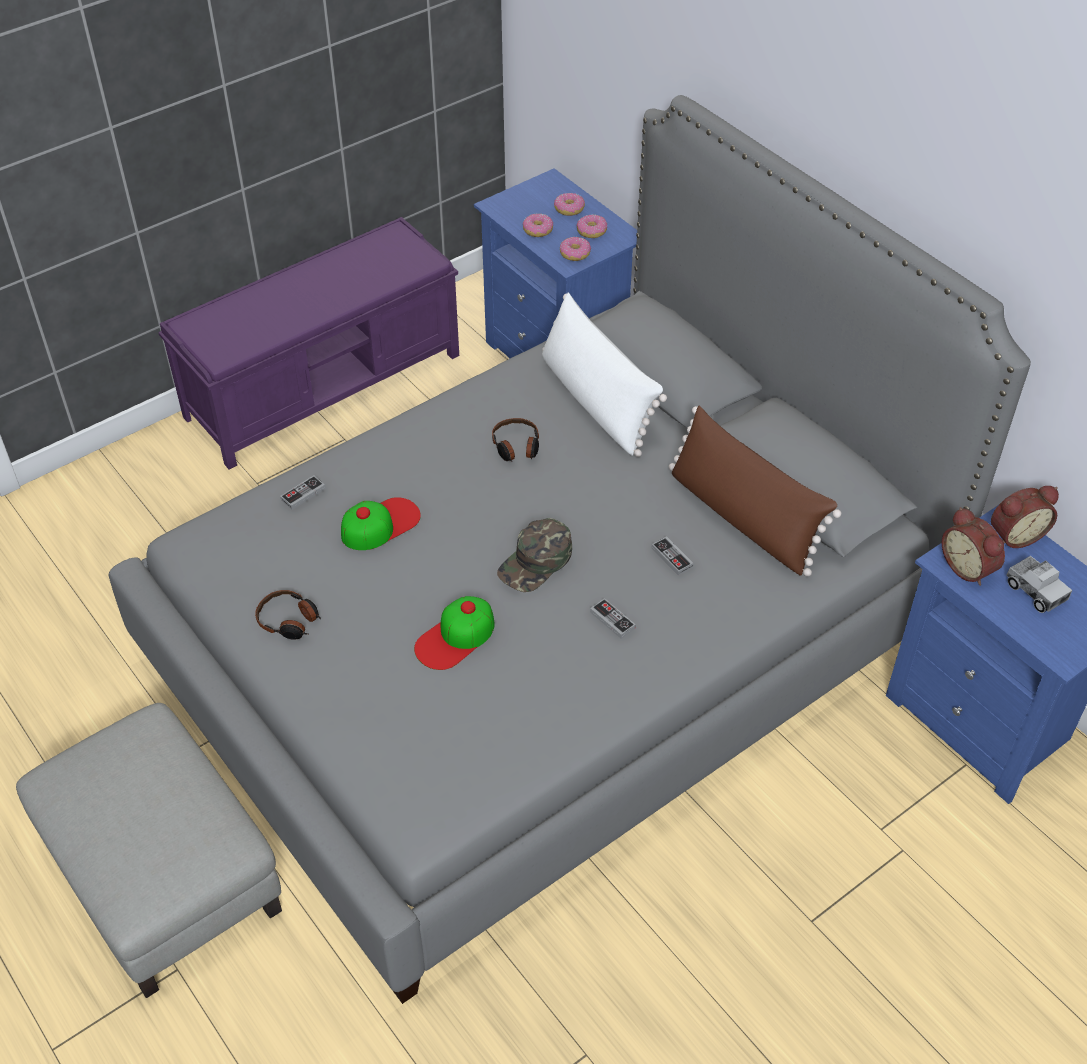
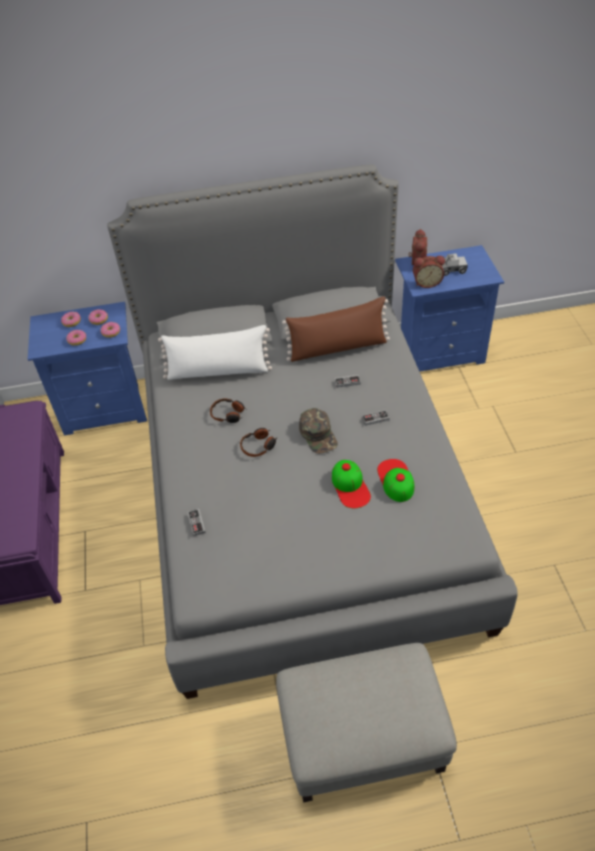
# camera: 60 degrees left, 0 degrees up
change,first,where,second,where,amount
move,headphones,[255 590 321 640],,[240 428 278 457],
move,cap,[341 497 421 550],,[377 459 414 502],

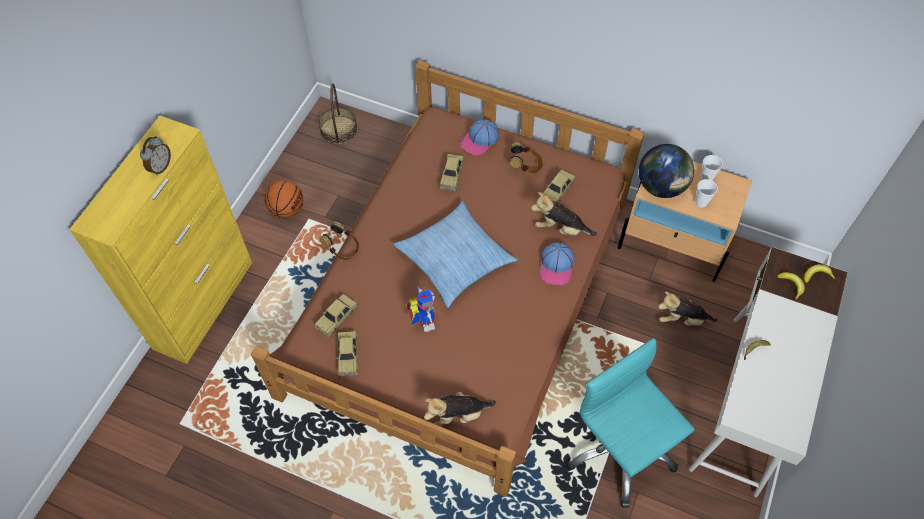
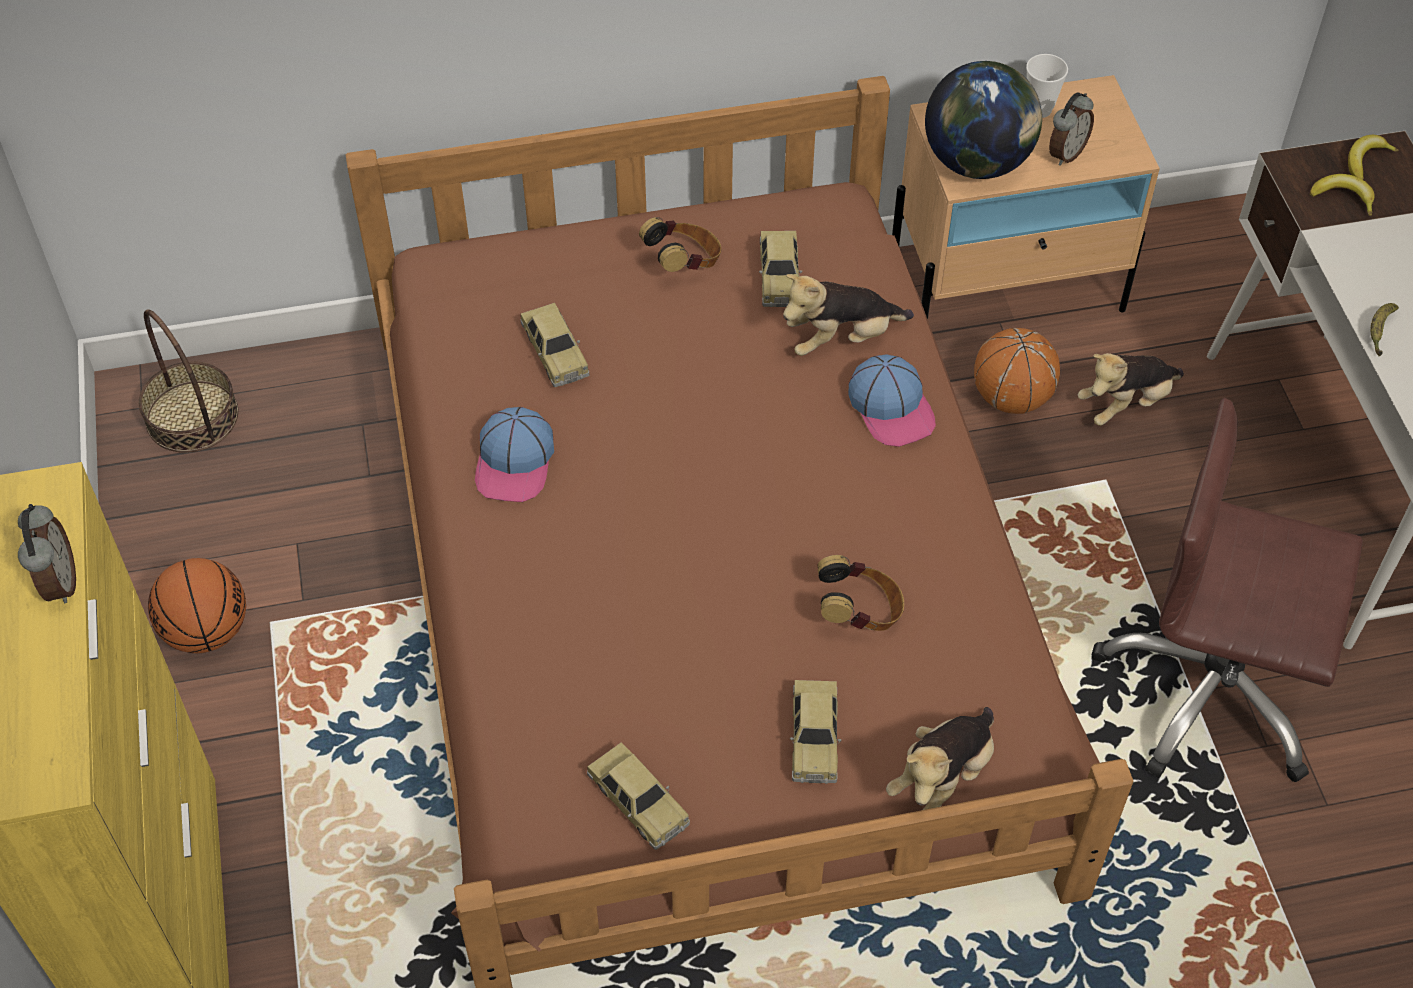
# camera: 35 degrees left, 5 degrees down
change,first,where,second,where,amount
move,model car,[315 294 357 337],,[790 680 842 784],
move,headphones,[320 222 359 260],,[817 555 904 631],
delete,pillow,[393 201 518 308],,,
delete,toy robot,[406 287 435 332],,,
move,cap,[460 119 499 156],,[475 407 554 502],
recolor,turquoise desk chair,[567 338 695 508],brownish desk chair,[1091 398 1363 782],
replace,cup,[696 179 718 208],alarm clock,[1049 92 1094 166],
insert,,,ball for basketball,[974 328 1060 414],

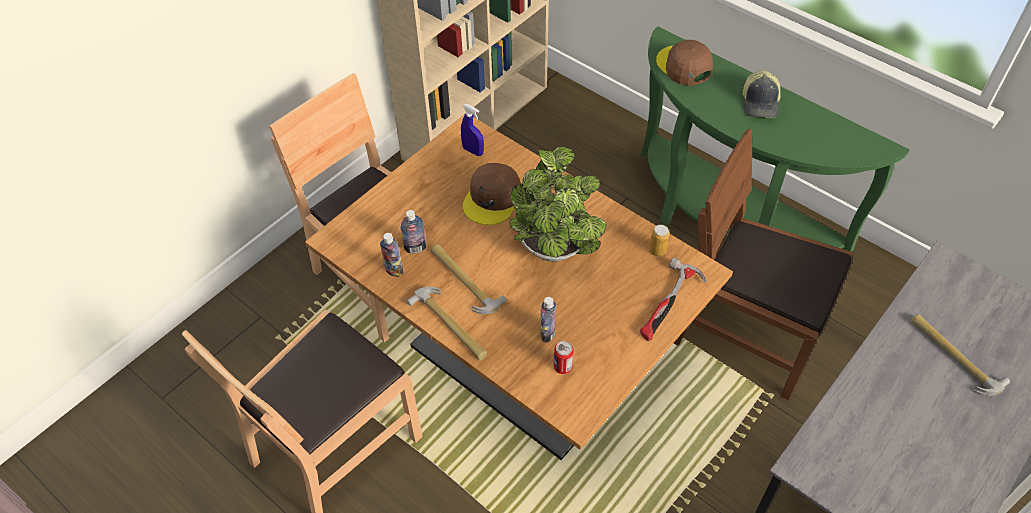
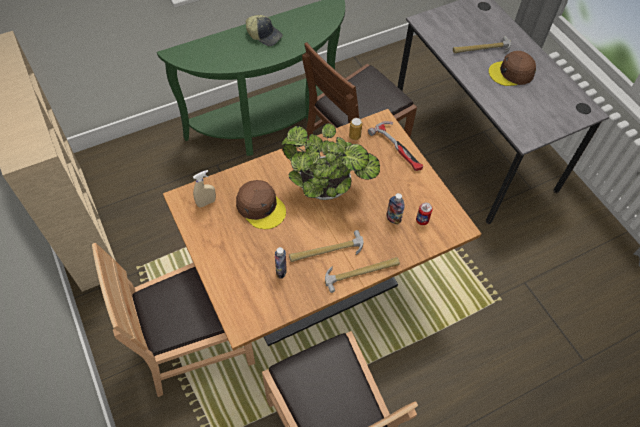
# camera: 70 degrees left, 5 degrees up
change,first,where,second,where,amount
delete,bottle,[380 233 404 277],,,
recolor,blue hand sprayer,[461 104 484 156],beige hand sprayer,[193 170 216 208],
move,brownish cap,[656 40 713 86],,[488 51 536 86],

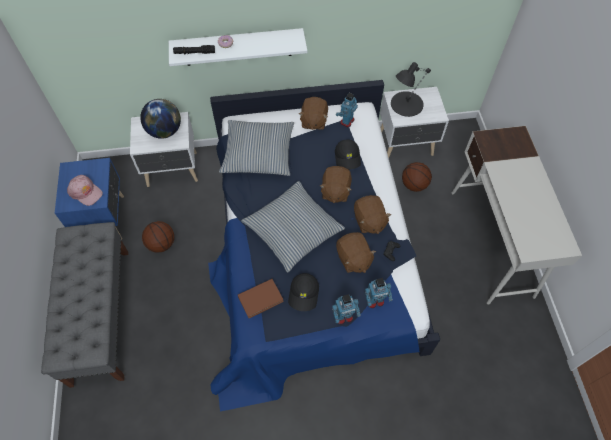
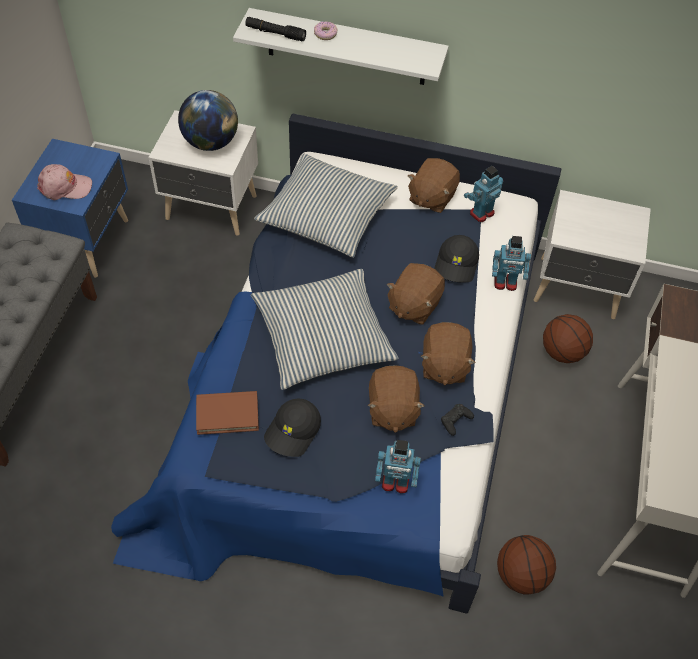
# camera: 20 degrees right, 5 degrees down
change,first,where,second,where,amount
rotate,pink cap,[67 175 103 206],,[37 164 92 200],60 degrees counterclockwise
move,ball for basketball,[142 221 174 253],,[497 535 556 595],
move,toy robot,[332 294 361 325],,[492 236 531 291],
delete,black tabletop lamp,[391 62 431 117],,,

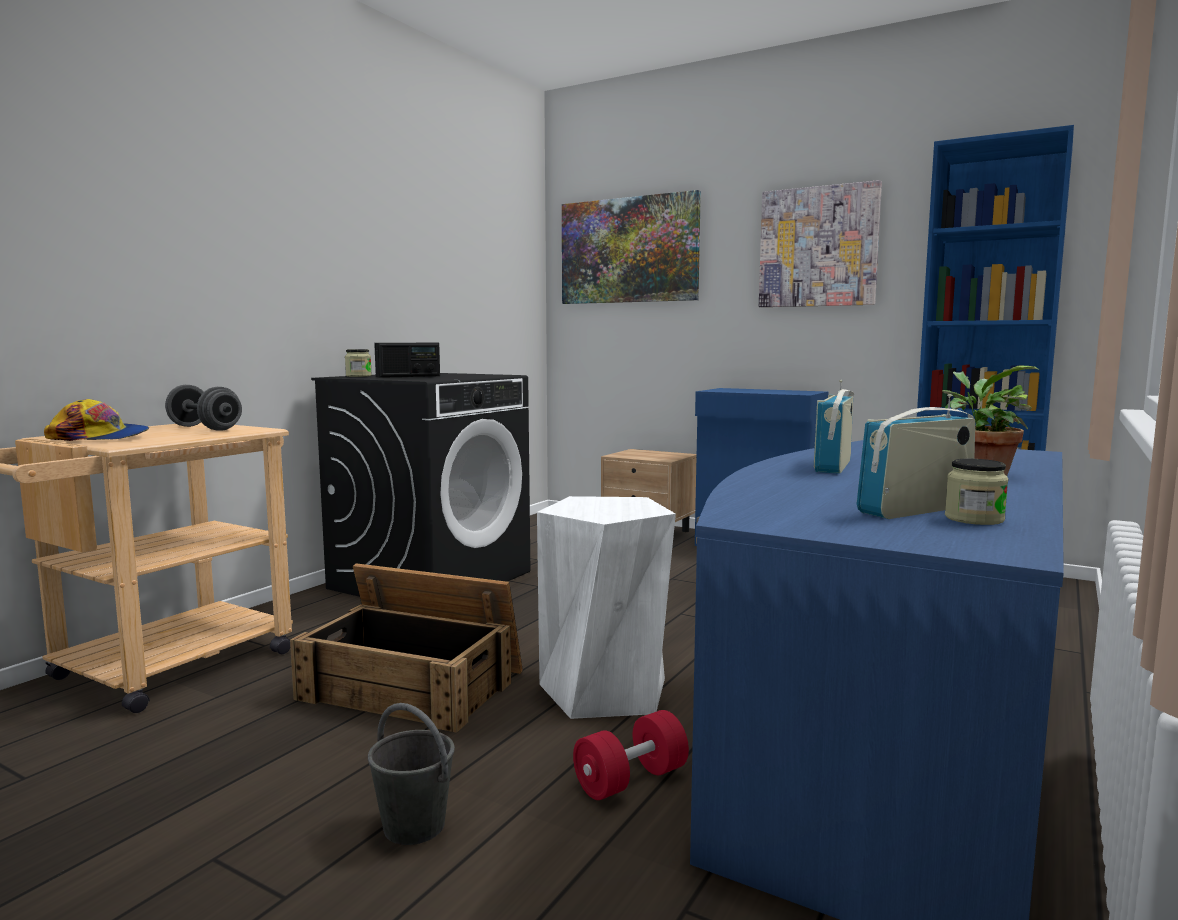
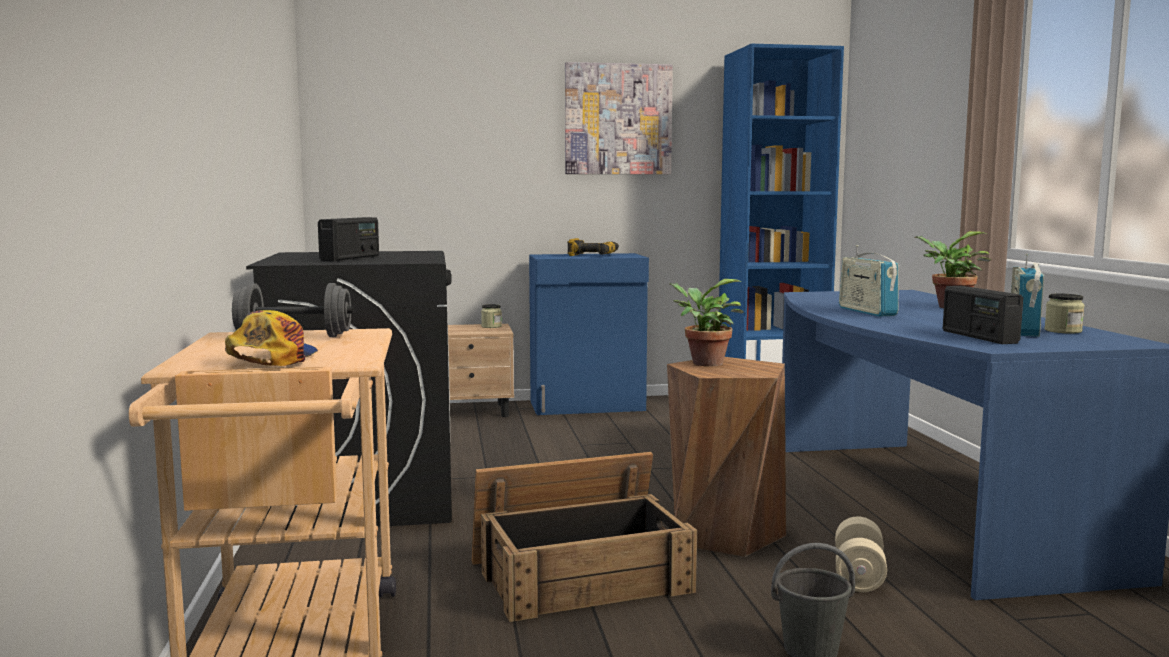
# camera: 40 degrees left, 0 degrees up
change,first,where,second,where,amount
rotate,cap,[44 399 149 441],,[225 310 318 366],45 degrees counterclockwise
move,preserve jar,[345 349 372 377],,[481 304 502 328],
recolor,white-coloured sitting stool,[537 496 676 719],brownish sitting stool,[667 357 786 557],
delete,wall picture,[562 190 701 304],,,
recolor,reddish dumbbell,[573 710 689 800],beige dumbbell,[835 516 887 592],
insert,,,electric drill,[567 238 619 256],
insert,,,potted plant,[669 279 744 366],
insert,,,radio set,[943 286 1023 344],

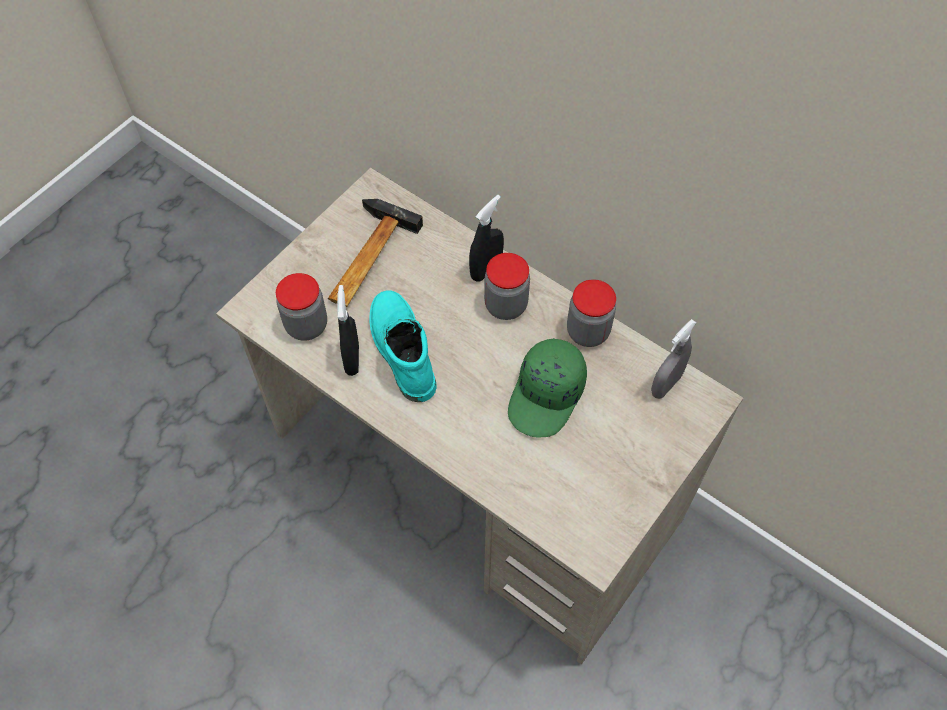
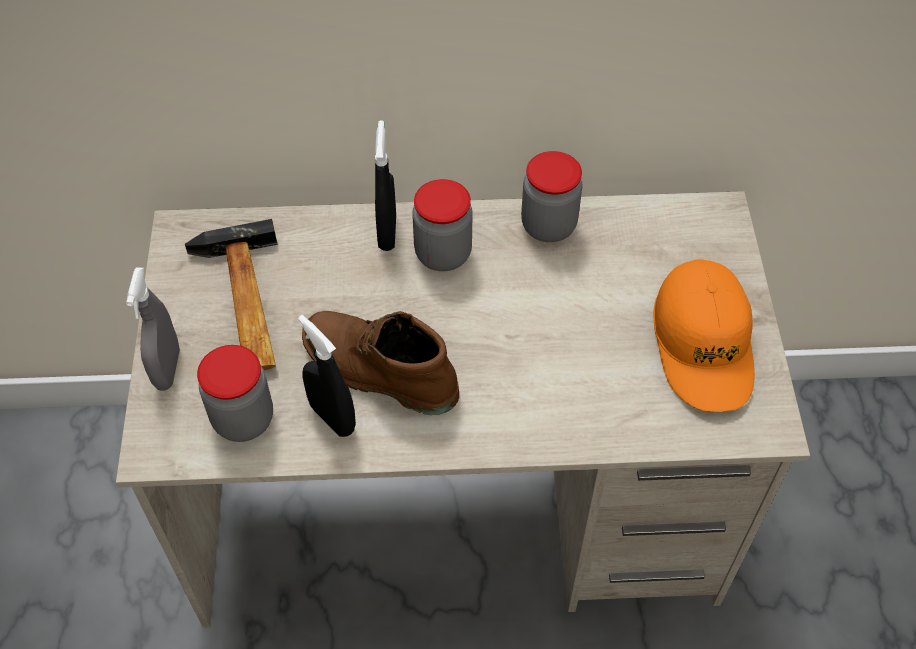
# camera: 40 degrees left, 5 degrees down
change,first,where,second,where,amount
recolor,turquoise tall boot,[370 290 437 402],brownish tall boot,[302 311 459 415],
delete,greenish cap,[508 338 587 438],,,
move,greyish hand sprayer,[651 319 696 399],,[126 268 180 391],
insert,,,orange-coloured cap,[653 259 755 412],

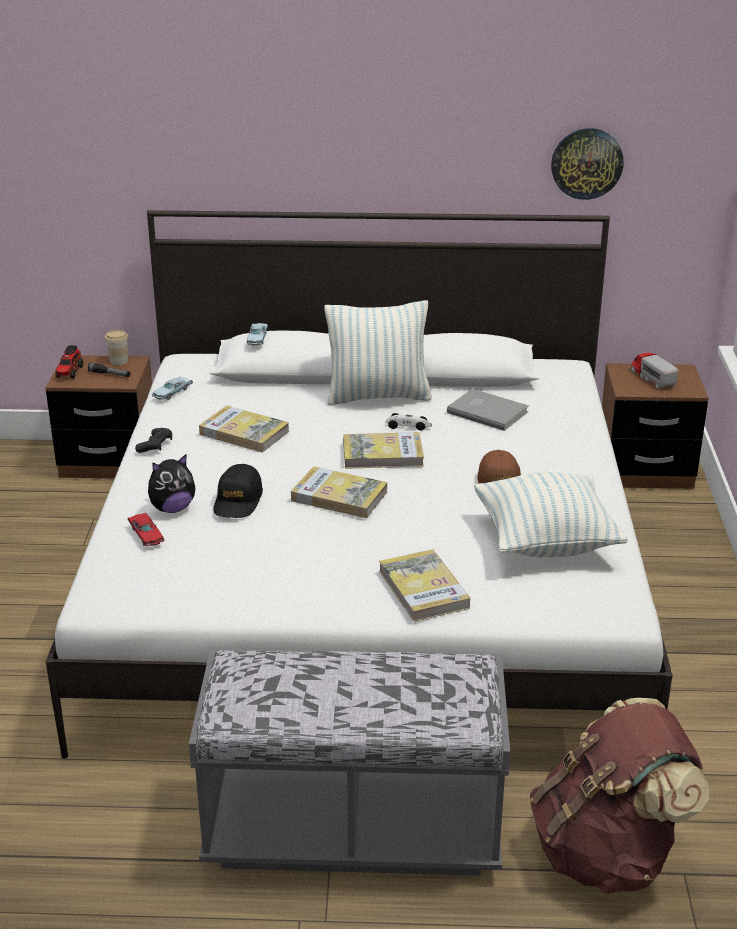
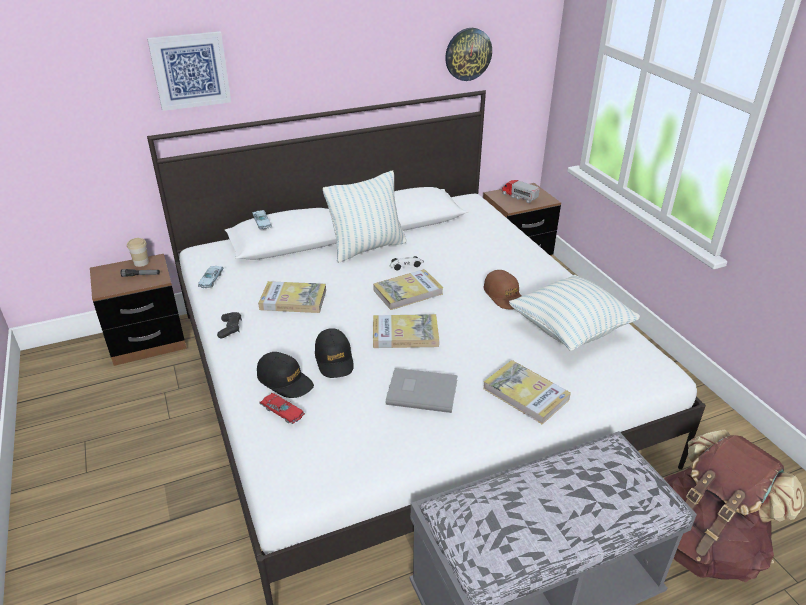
# camera: 25 degrees left, 5 degrees up
change,first,where,second,where,amount
delete,model truck,[55 345 83 379],,,
replace,cuddly toy,[148 454 195 513],black cap,[257 352 314 398],
move,greyish bound book,[447 389 529 431],,[386 368 457 413],
insert,,,wall picture,[147 31 231 111],

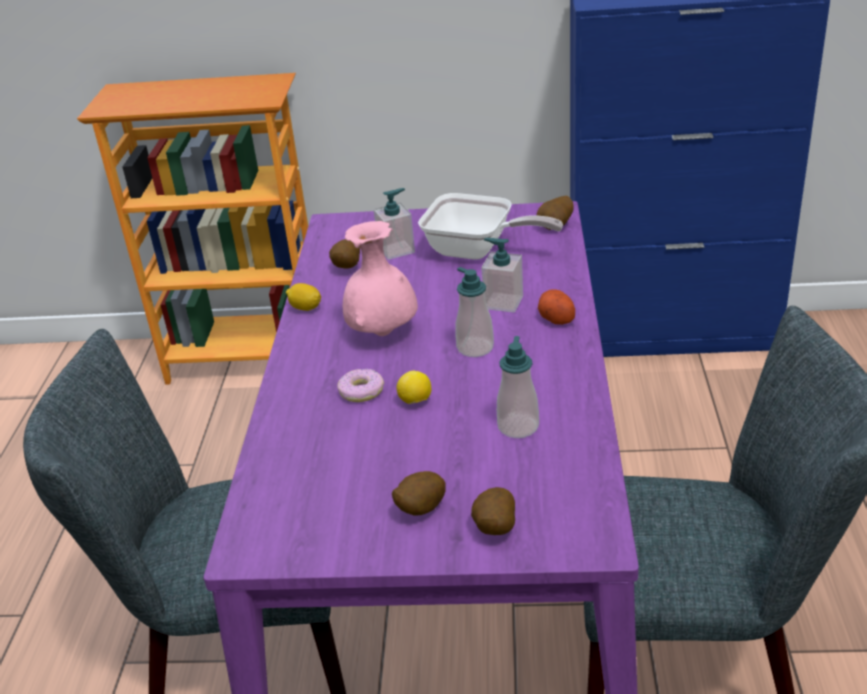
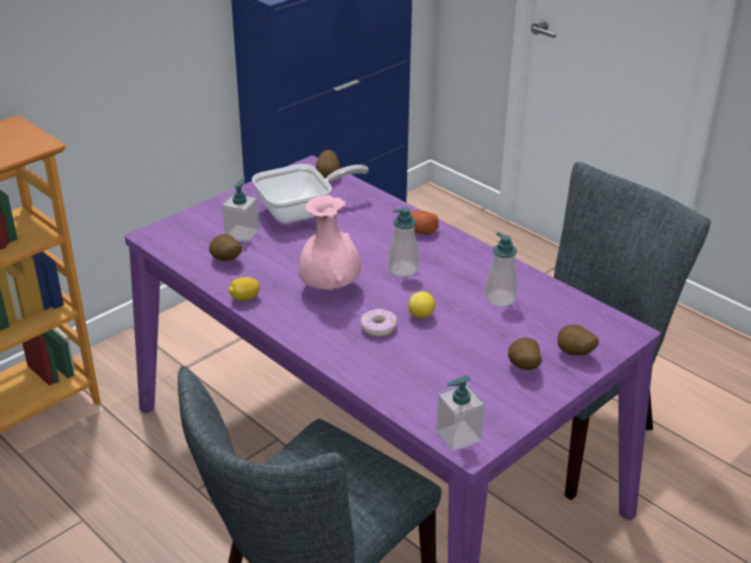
# camera: 50 degrees left, 0 degrees up
change,first,where,second,where,amount
move,soap dispenser,[481 238 523 313],,[436 375 485 451],

